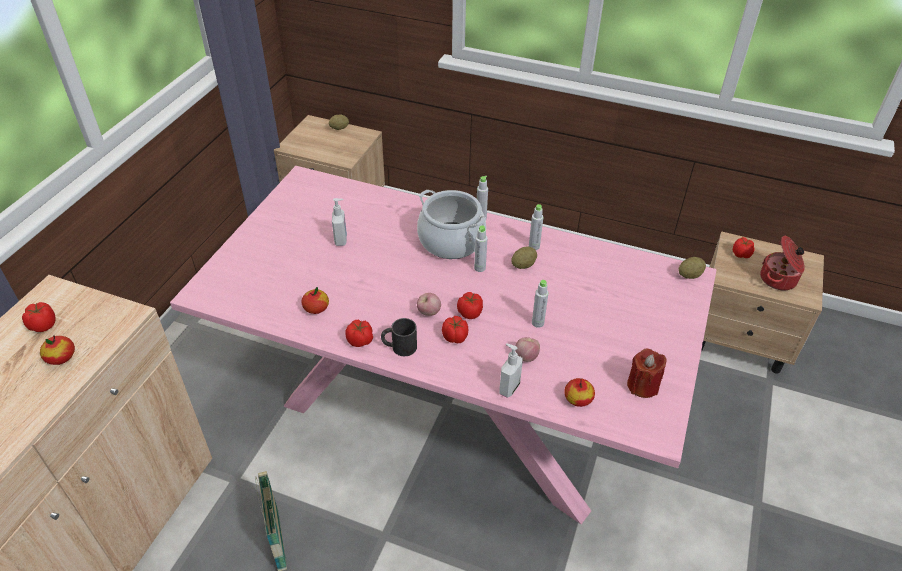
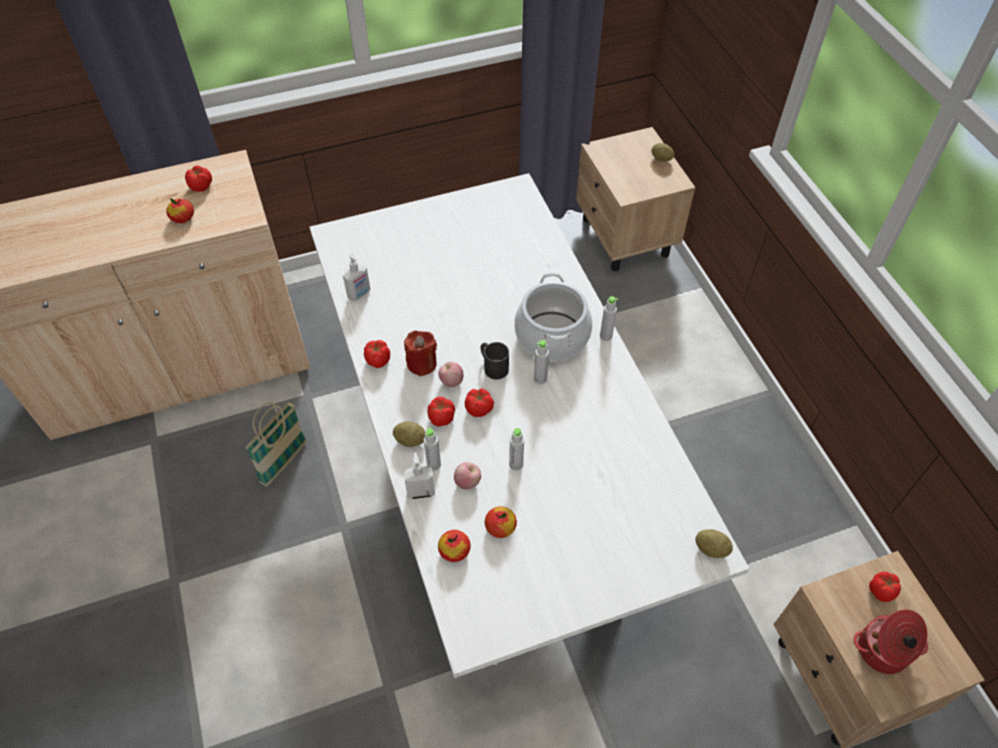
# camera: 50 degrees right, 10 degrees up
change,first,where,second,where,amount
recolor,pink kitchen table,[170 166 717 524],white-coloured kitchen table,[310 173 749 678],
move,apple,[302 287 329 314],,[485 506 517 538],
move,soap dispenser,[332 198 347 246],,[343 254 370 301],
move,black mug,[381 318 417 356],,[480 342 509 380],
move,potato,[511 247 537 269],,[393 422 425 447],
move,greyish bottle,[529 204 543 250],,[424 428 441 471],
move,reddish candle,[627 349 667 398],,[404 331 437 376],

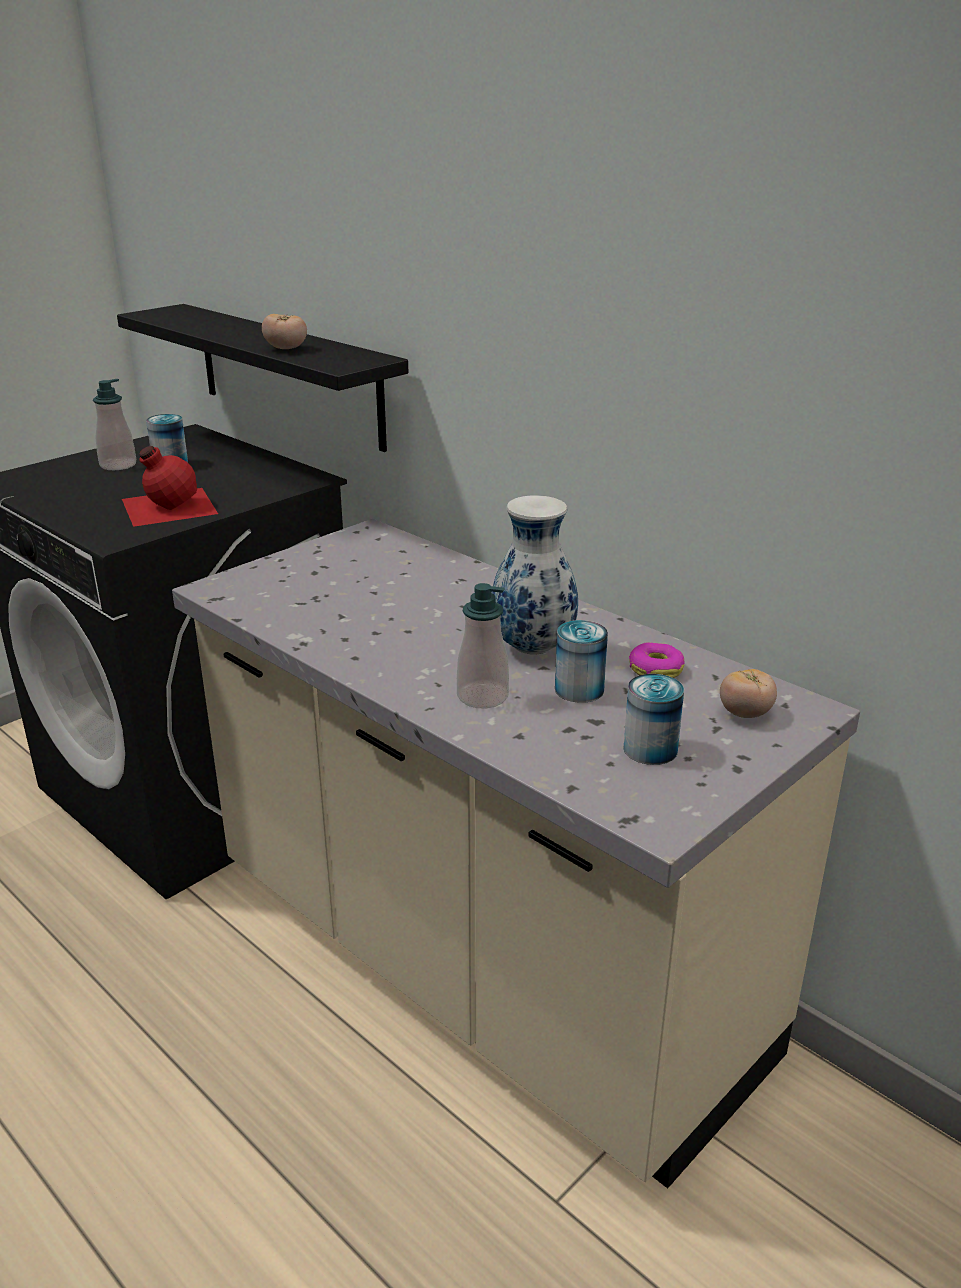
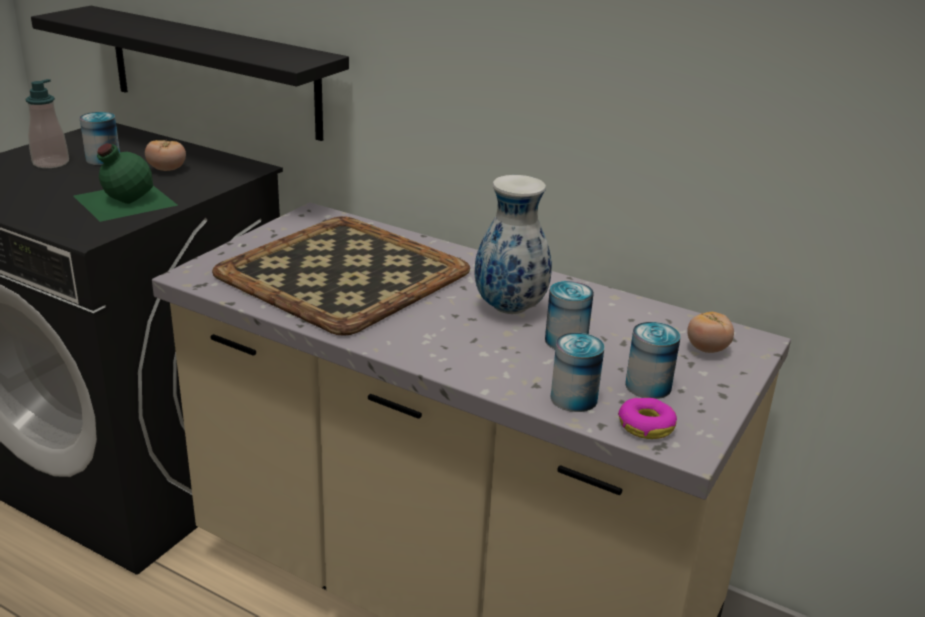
# camera: 15 degrees left, 0 degrees up
change,first,where,second,where,amount
recolor,reddish bottle,[122 446 218 527],greenish bottle,[74 143 177 222],
move,whole tomato,[262 314 307 349],,[145 140 186 171],
delete,soap dispenser,[457 583 509 709],,,
move,donut,[629 642 684 678],,[618 398 677 439],
insert,,,serving tray,[212 216 470 336],
insert,,,metal can,[551 333 605 412],

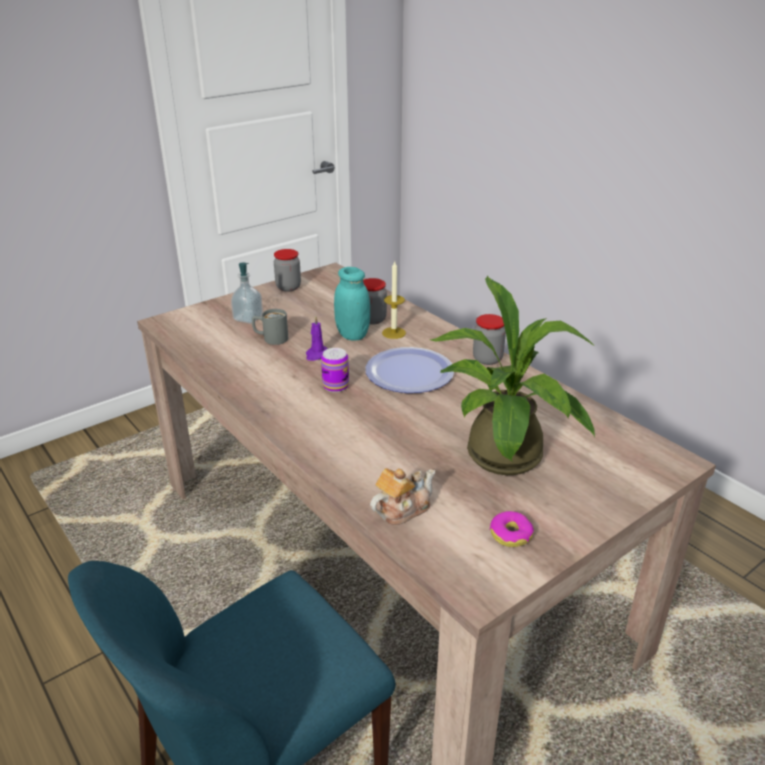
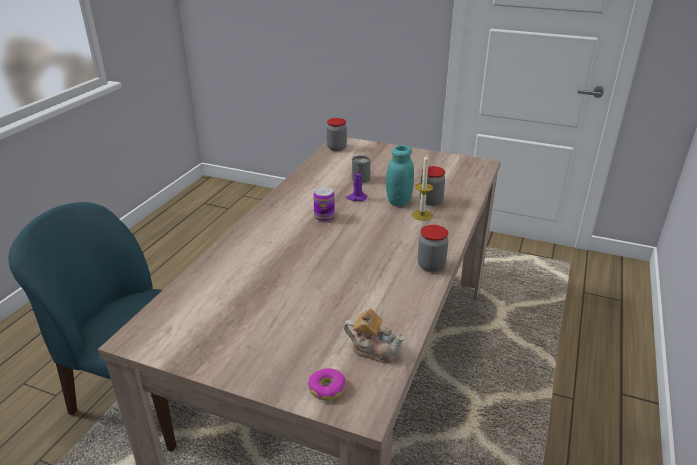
# camera: 60 degrees right, 0 degrees up
change,first,where,second,where,amount
delete,soap dispenser,[231 262 263 324],,,
move,preserve jar,[274 249 301 292],,[326 118 347 151],
delete,dinner plate,[365 347 454 393],,,
move,tea pot,[370 468 435 525],,[344 309 405 363],
delete,potted plant,[430 276 595 475],,,
move,donut,[490 511 534 547],,[308 368 346 401],

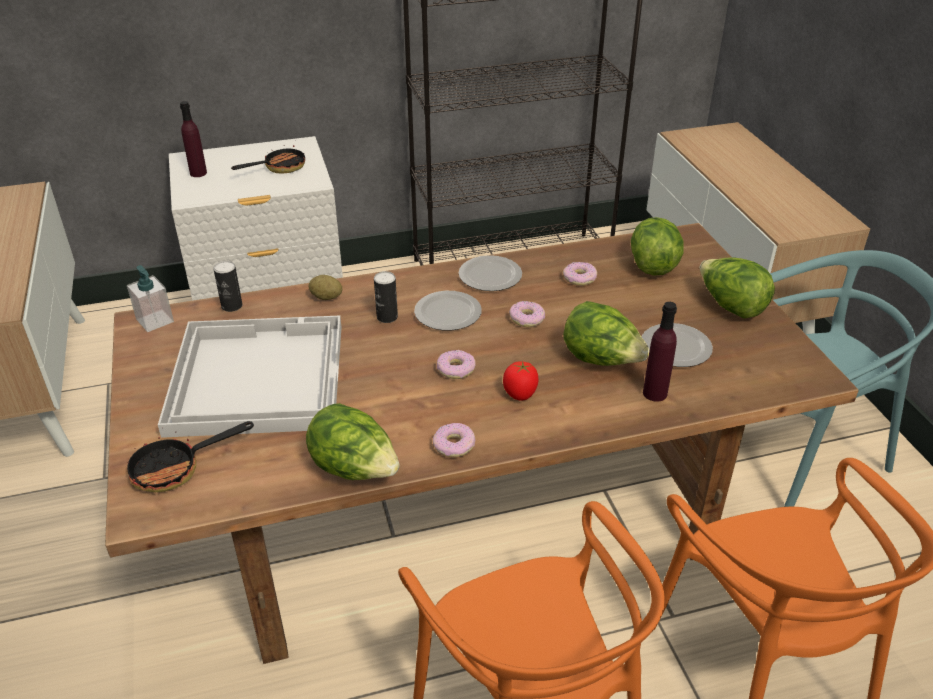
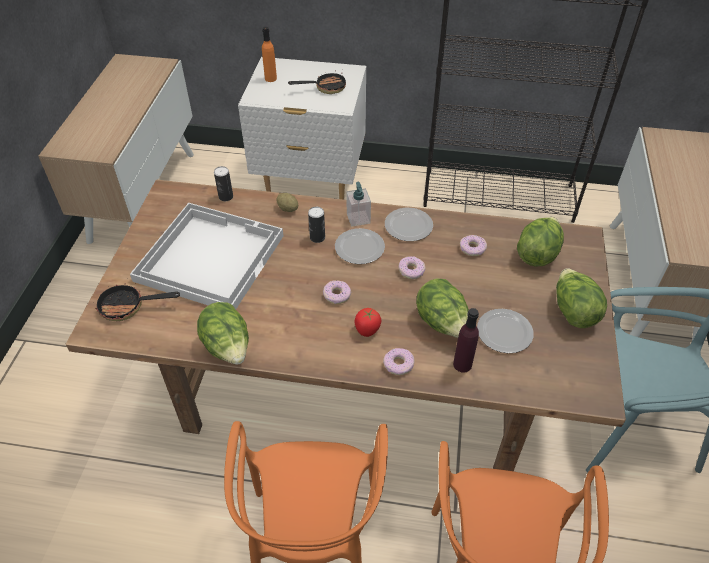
# camera: 25 degrees right, 10 degrees up
change,first,where,second,where,amount
move,soap dispenser,[127 265 174 332],,[346 182 371 227],
recolor,purple bottle,[180 101 207 177],orange-coloured bottle,[262 27 277 82],
move,donut,[433 423 475 457],,[383 348 415 375],

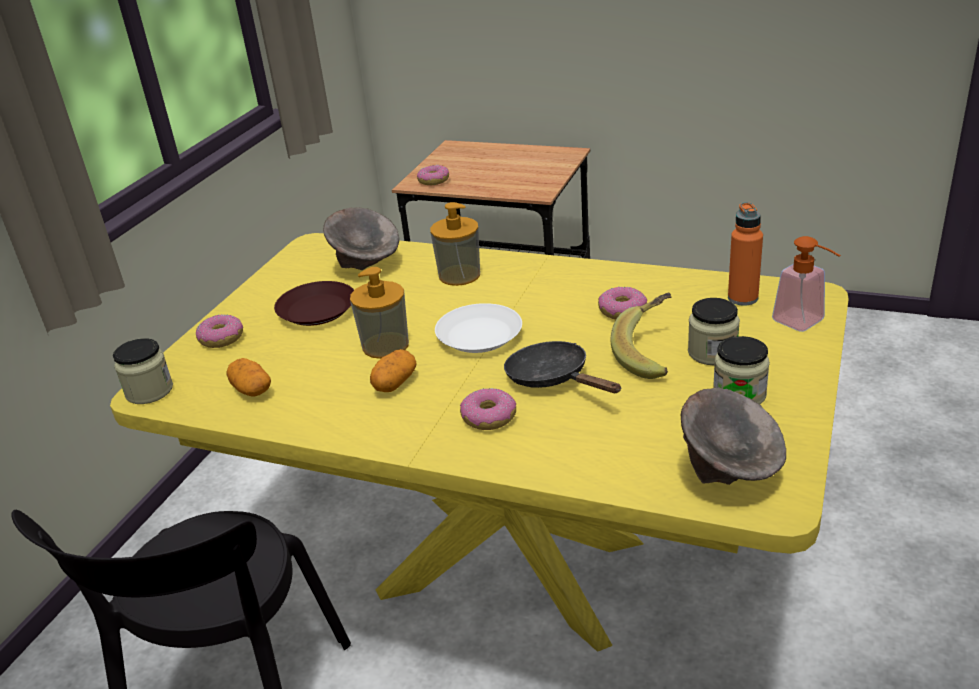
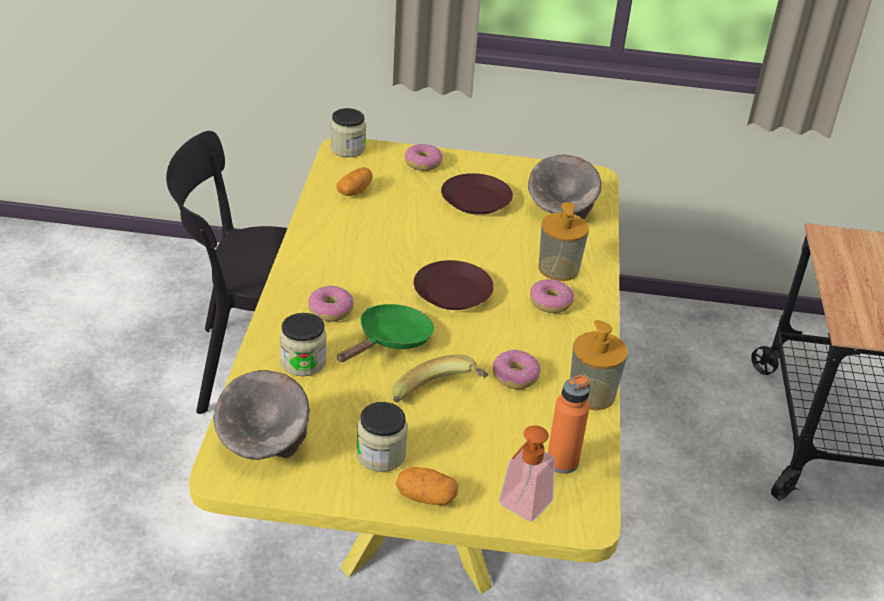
# camera: 70 degrees right, 5 degrees up
change,first,where,second,where,amount
move,soap dispenser,[350 267 409 359],,[570 320 628 410],
move,potato,[370 349 416 392],,[396 467 459 505],
move,donut,[417 165 449 185],,[530 279 574 313],
recolor,white-coloured dinner plate,[435 303 522 353],brownish dinner plate,[414 260 494 310],
recolor,black pan,[504 341 621 393],greenish pan,[337 304 434 362],
move,preserve jar,[688 298 740 366],,[280 313 326 376],

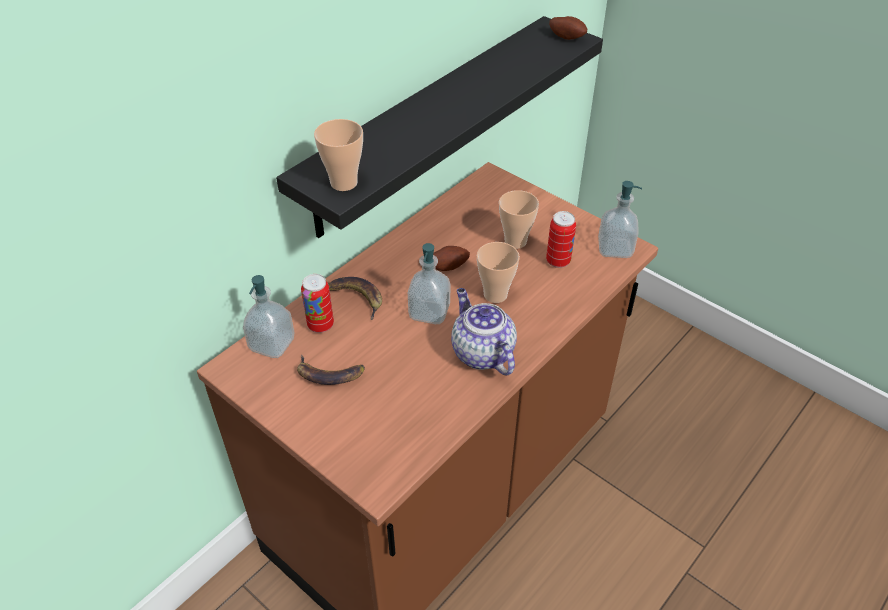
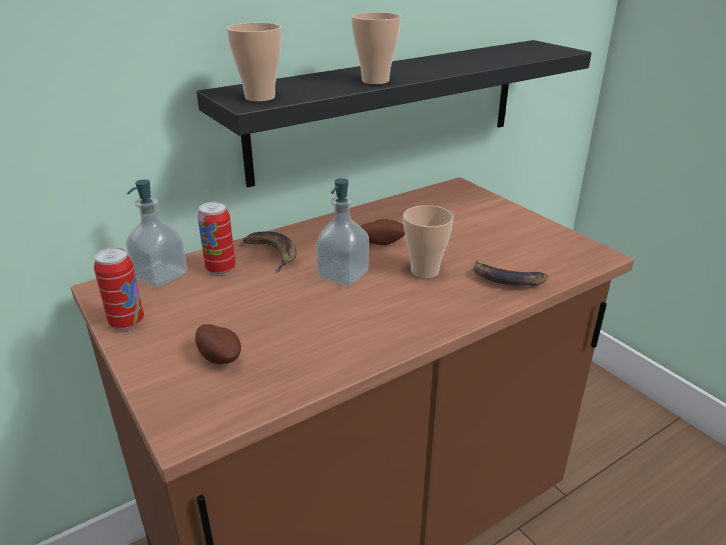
# camera: 15 degrees right, 15 degrees down
change,first,where,second,where,amount
move,whole banana,[297 355 365 385],,[473 261 548 286],
delete,tea pot,[451 288 517 376],,,
move,cup,[499 190 539 249],,[351 12 401 85],
move,metal can,[546 211 576 268],,[94 247 144 331],
move,potato,[549 16 587 40],,[195 324 241 364],
delete,soap dispenser,[598 181 642 258],,,

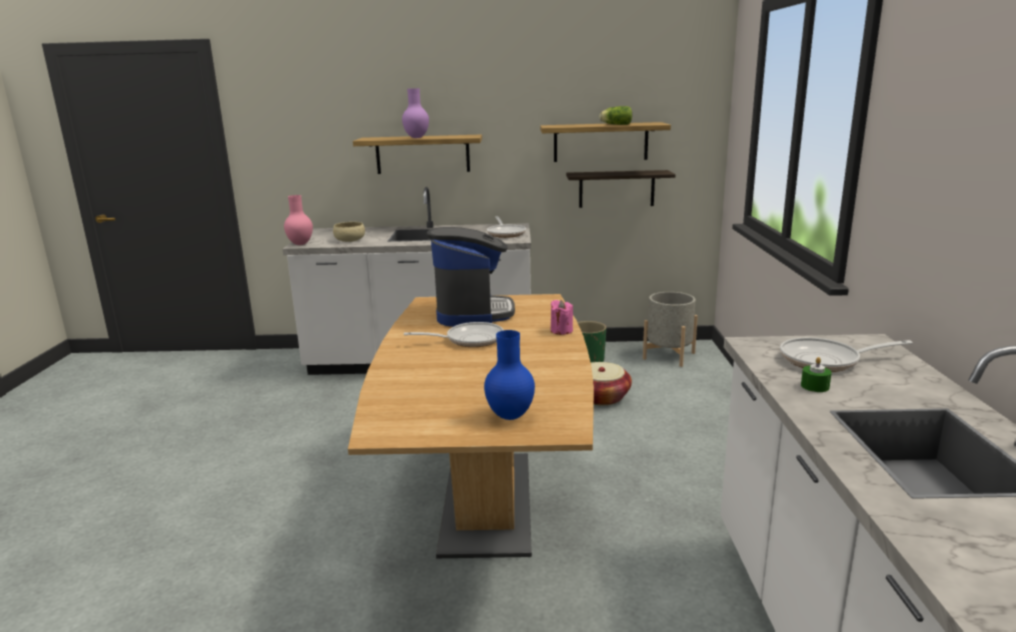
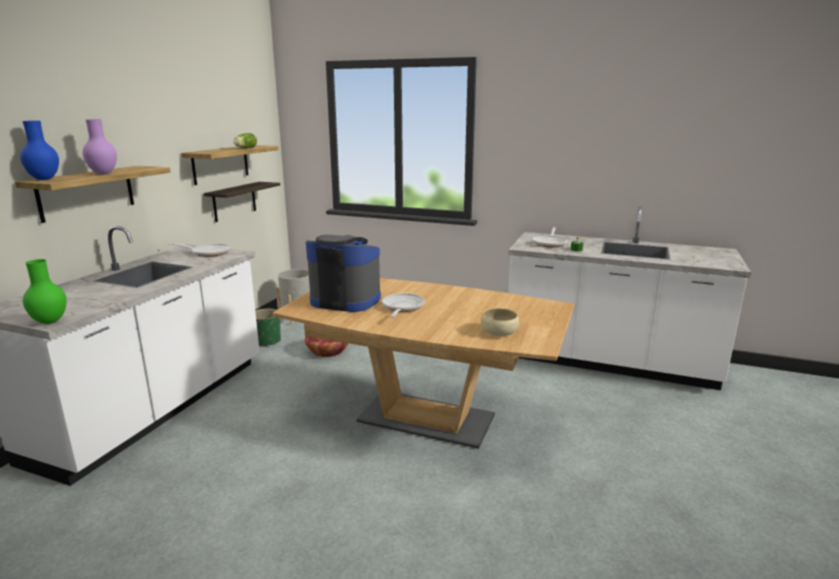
# camera: 70 degrees left, 0 degrees up
change,first,where,second,where,amount
recolor,pink decorative vase,[284 195 313 245],greenish decorative vase,[23 259 67 324],
move,beige bowl,[333 222 365 242],,[481 308 519 336],
move,blue decorative vase,[484 330 535 420],,[20 121 59 180],
delete,pink candle,[551 300 573 335],,,

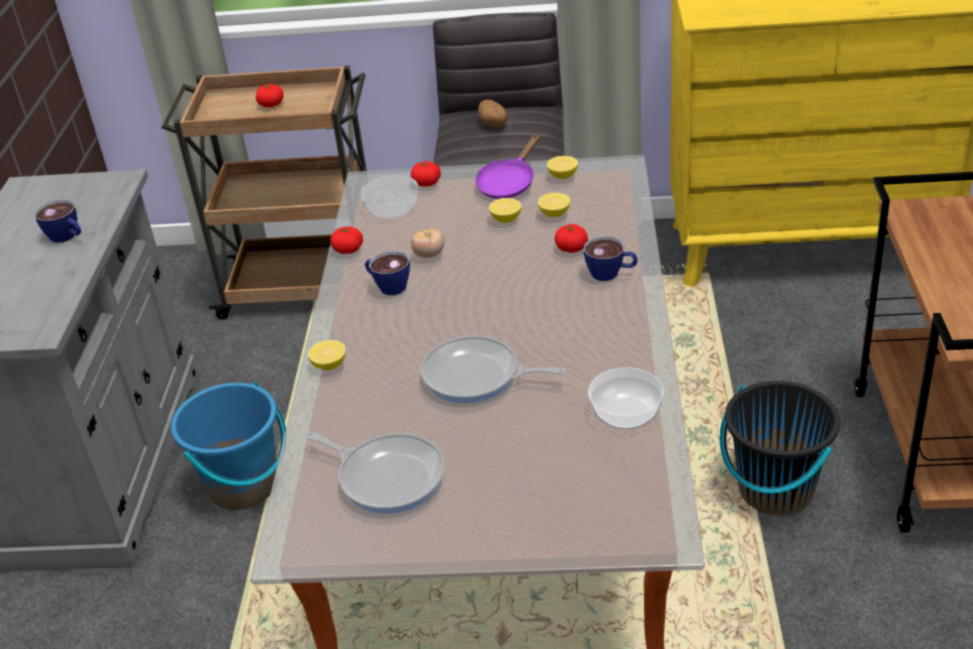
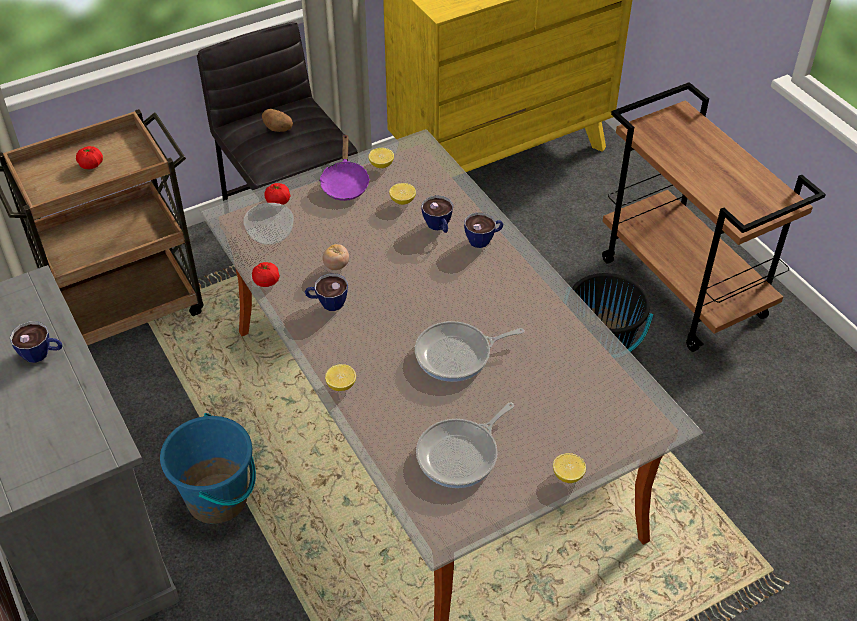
# camera: 35 degrees left, 10 degrees up
change,first,where,second,where,amount
rotate,pan,[305 432 445 514],,[416 402 514 488],135 degrees clockwise
move,lemon,[489 198 522 223],,[553 453 586 483],
replace,whole tomato,[555 224 588 253],cup,[421 195 453 233],
delete,bowl,[588 367 664 429],,,

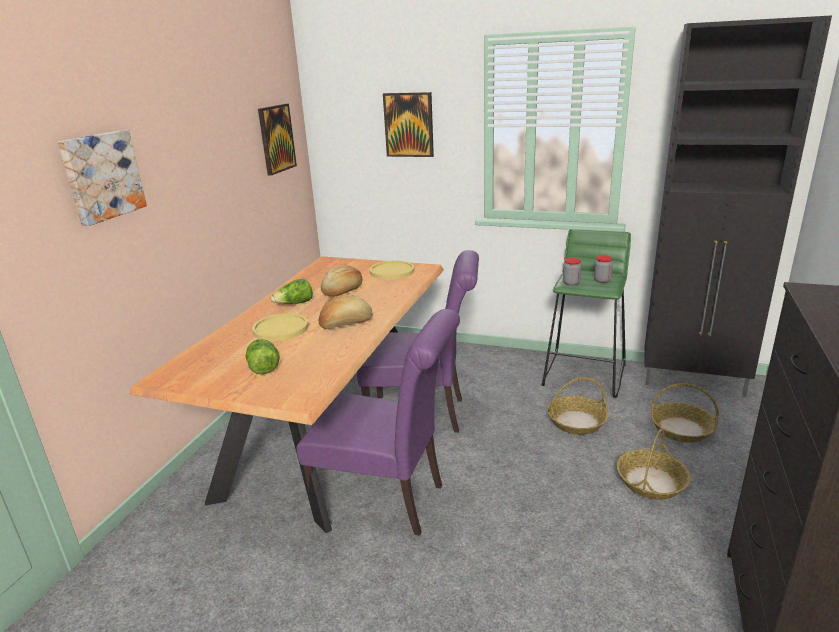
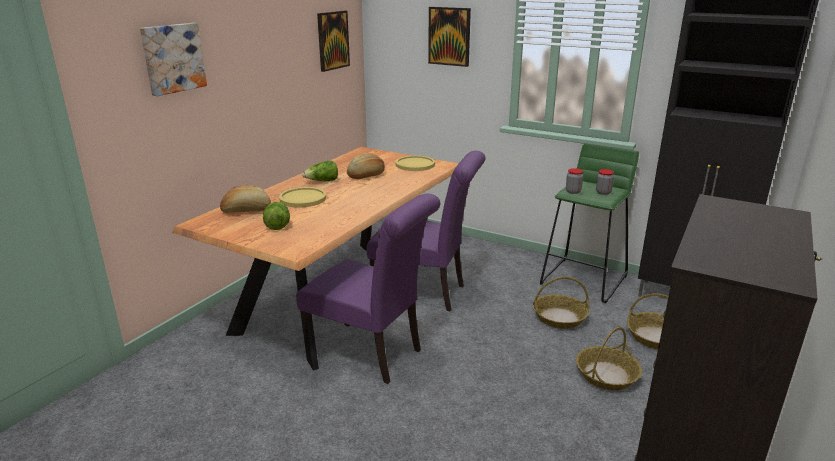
# camera: 10 degrees right, 0 degrees up
change,first,where,second,where,amount
move,bread,[318 294 373 329],,[220 185 271 213],

